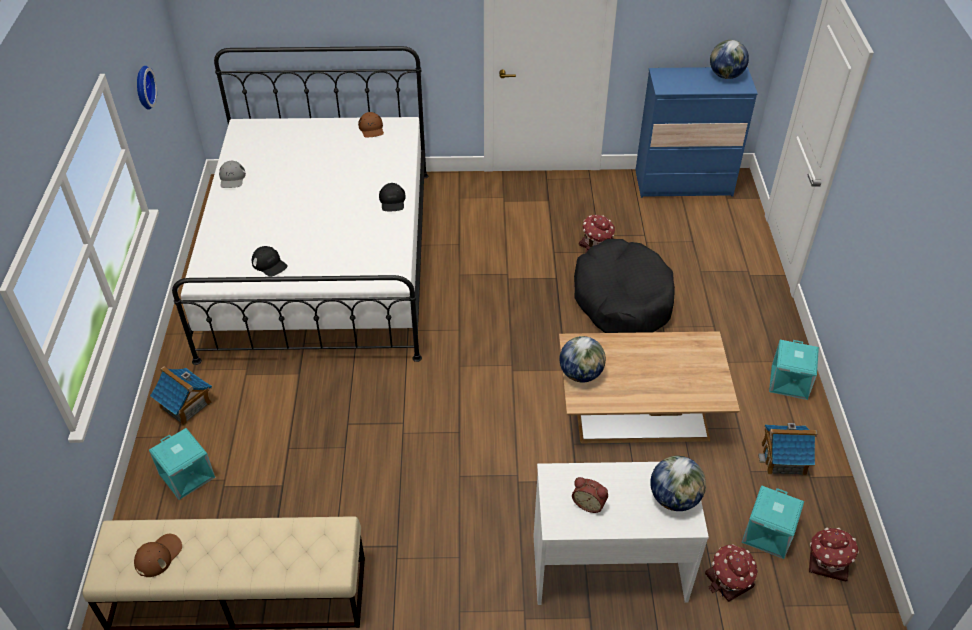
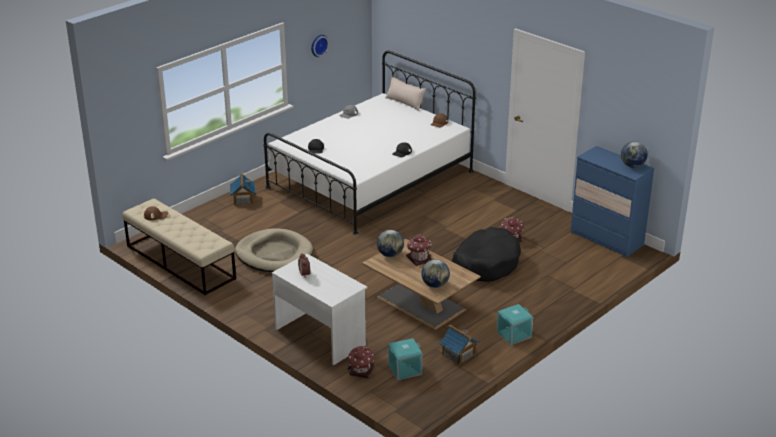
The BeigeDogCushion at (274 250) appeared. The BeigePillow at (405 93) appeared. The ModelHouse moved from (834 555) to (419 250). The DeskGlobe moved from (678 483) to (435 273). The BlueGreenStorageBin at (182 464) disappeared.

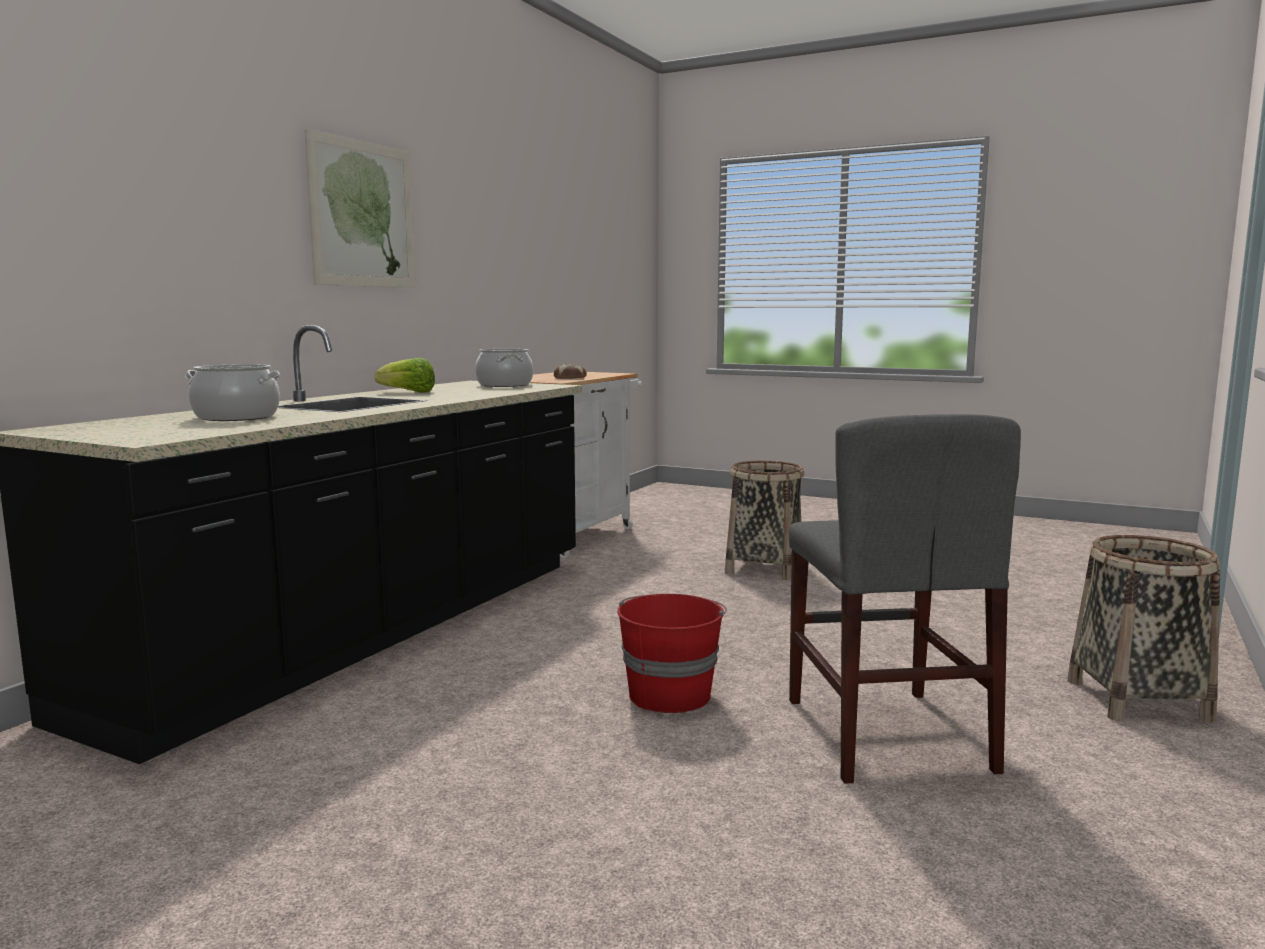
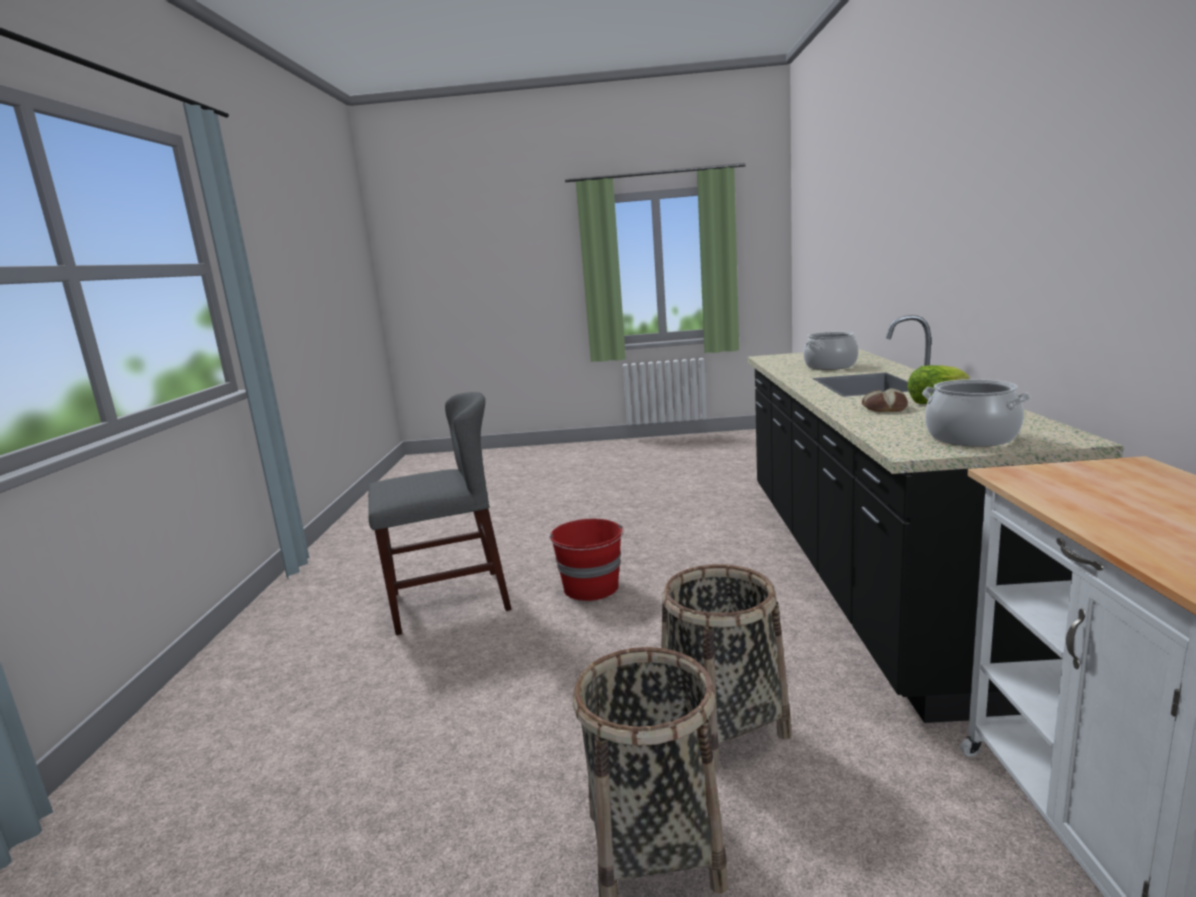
The GreyChair at (905 599) turned 105 degrees clockwise. The StorageBasket moved from (1143 628) to (726 667). The BakeryBread moved from (570 371) to (885 400). The Picture at (359 208) disappeared.

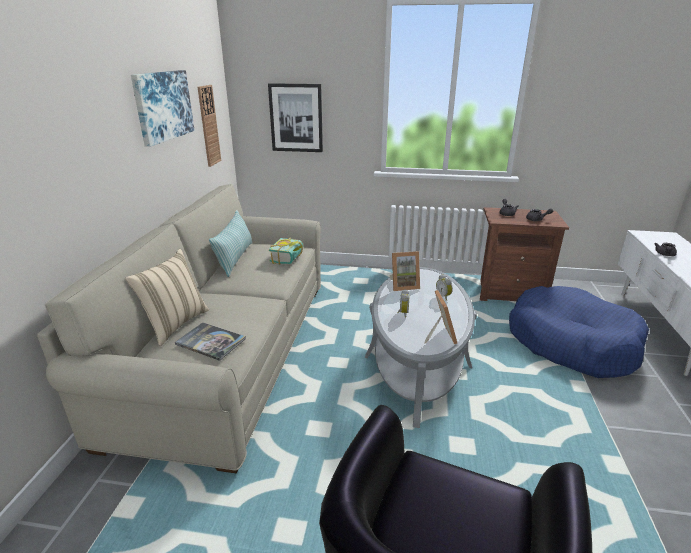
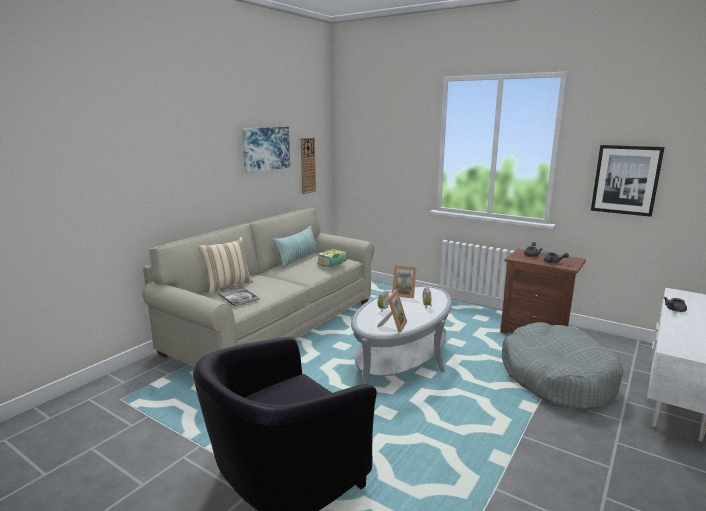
The BluishDogCushion at (579 332) became the GreyDogCushion at (562 366). The Picture moved from (295 117) to (628 181).

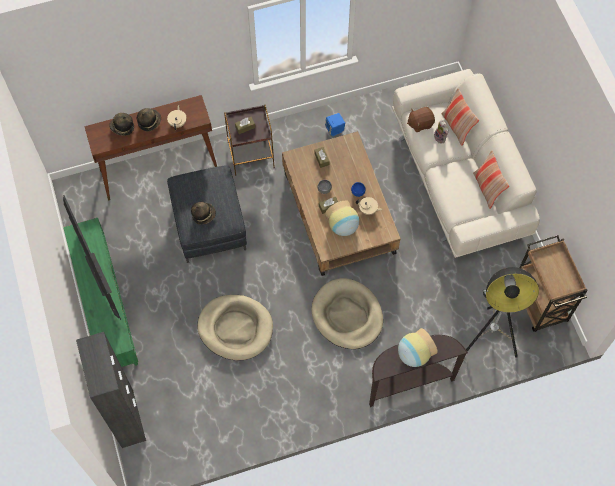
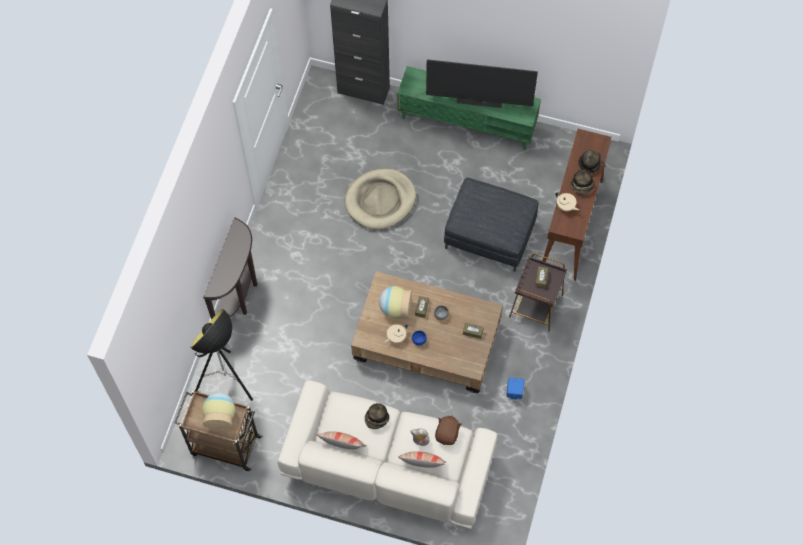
The FlowerVase moved from (418 347) to (218 411). The WearableHat moved from (203 213) to (377 416). The BeigeDogCushion at (347 313) disappeared.

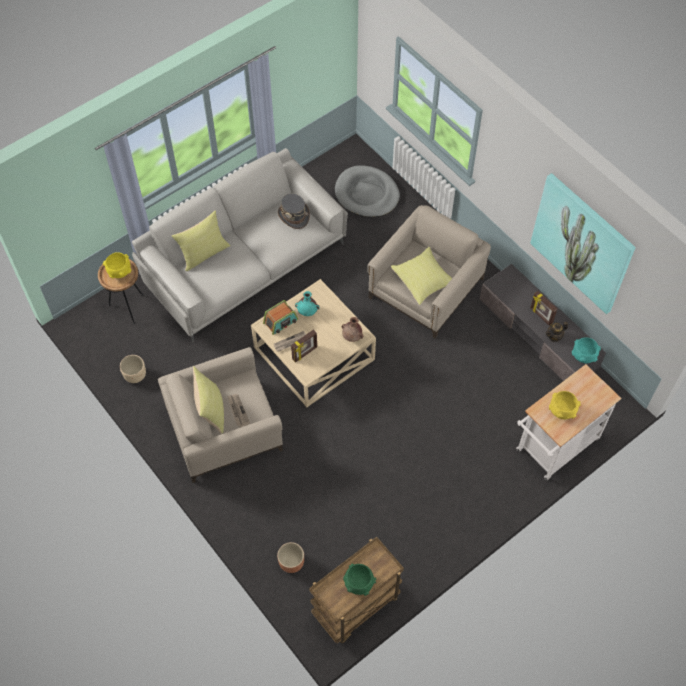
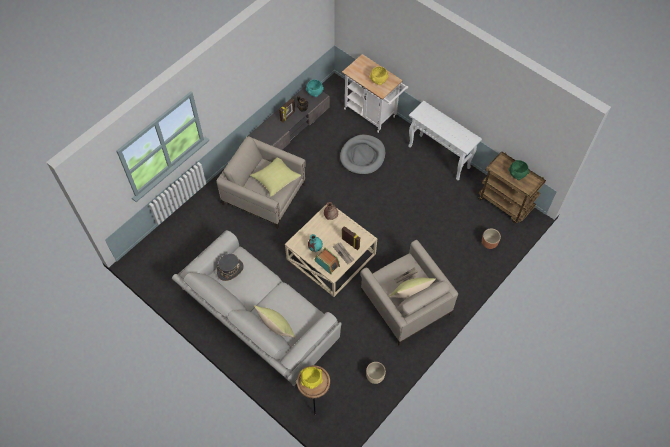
The GreyDogCushion moved from (367 191) to (362 154). The WhiteColouredHallTable at (445 140) appeared. The Picture at (583 243) disappeared.

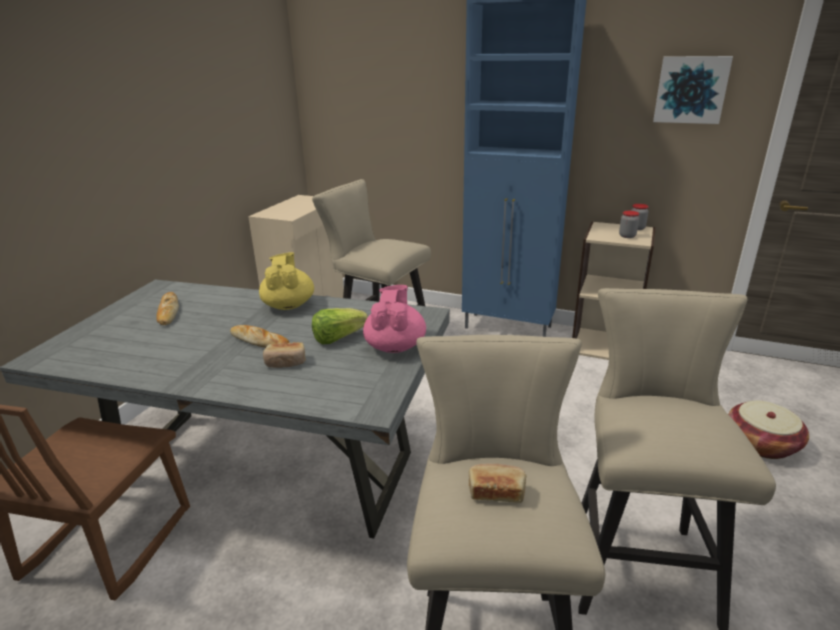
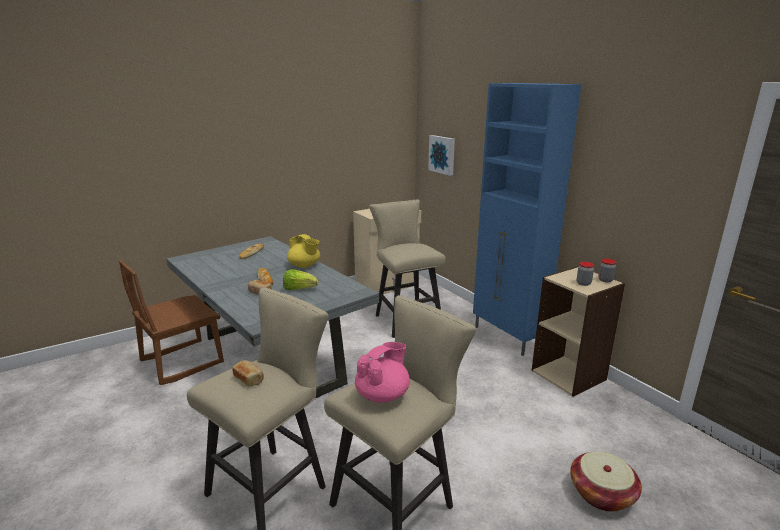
The YellowColouredTeaPot at (286 281) turned 105 degrees clockwise. The PinkTeaPot moved from (394 319) to (382 372). The Picture moved from (693 90) to (441 155).

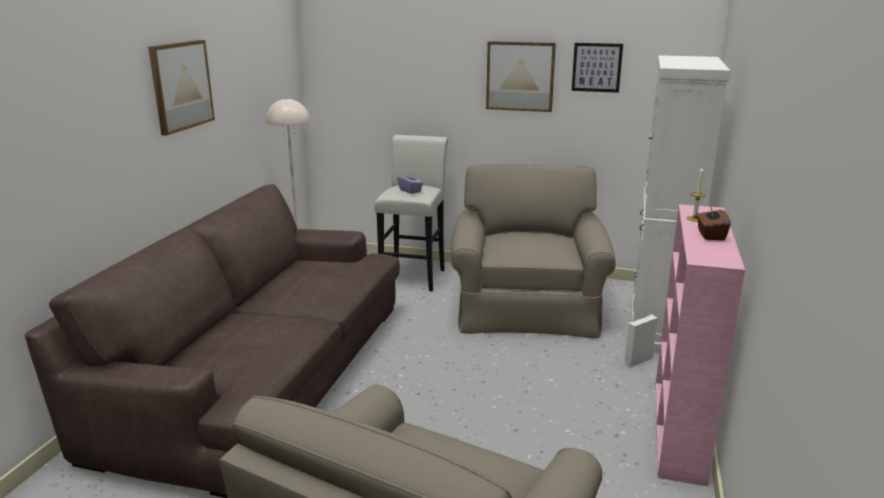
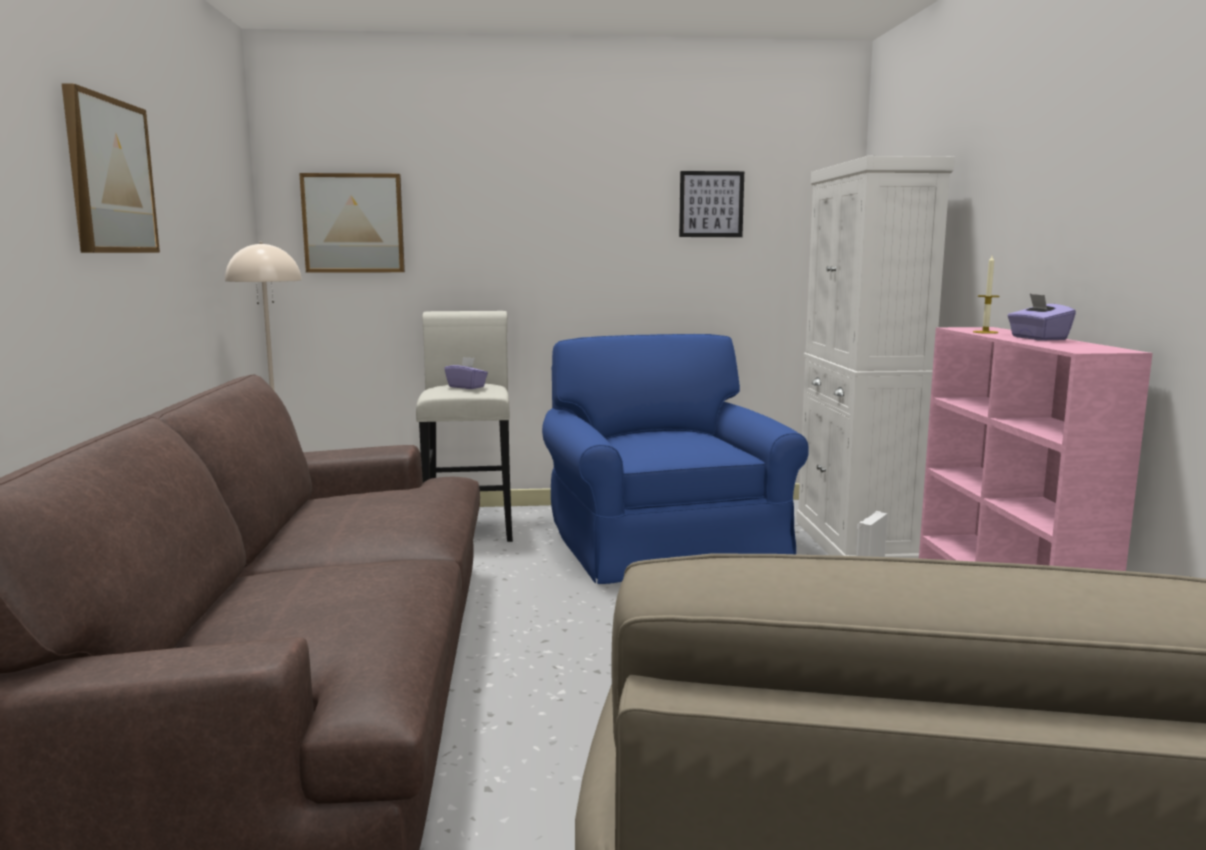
The Picture moved from (521 76) to (352 223). The BeigeArmchair at (533 251) became the BluishArmchair at (675 459). The BrownishTissueHolder at (714 223) became the PurplishTissueHolder at (1042 317).

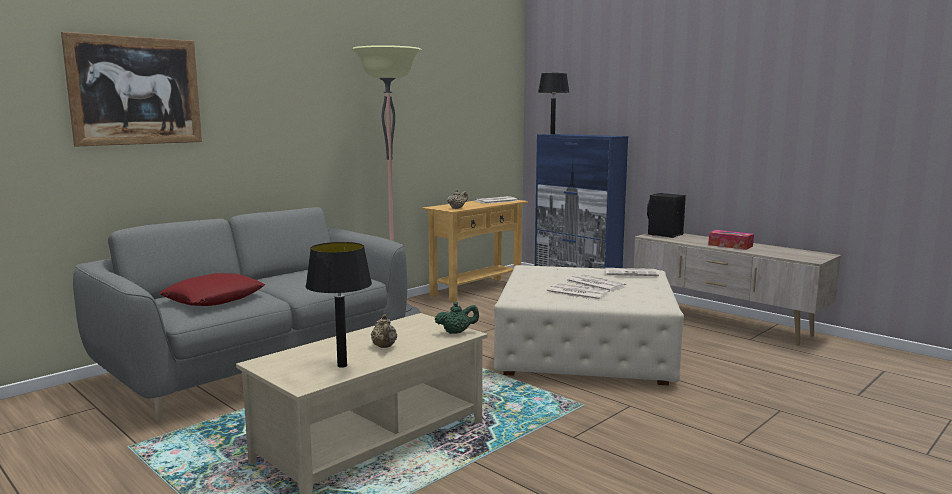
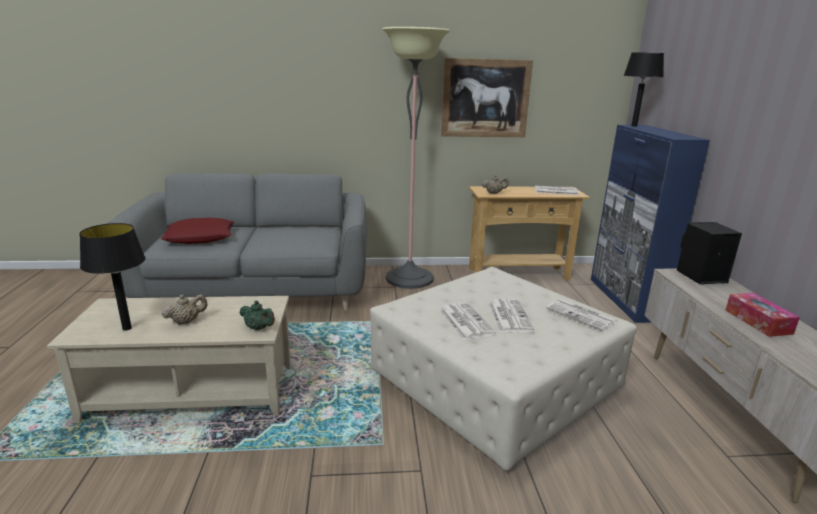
The BeigeTeaPot at (384 331) turned 150 degrees counterclockwise. The Picture moved from (131 89) to (487 97).

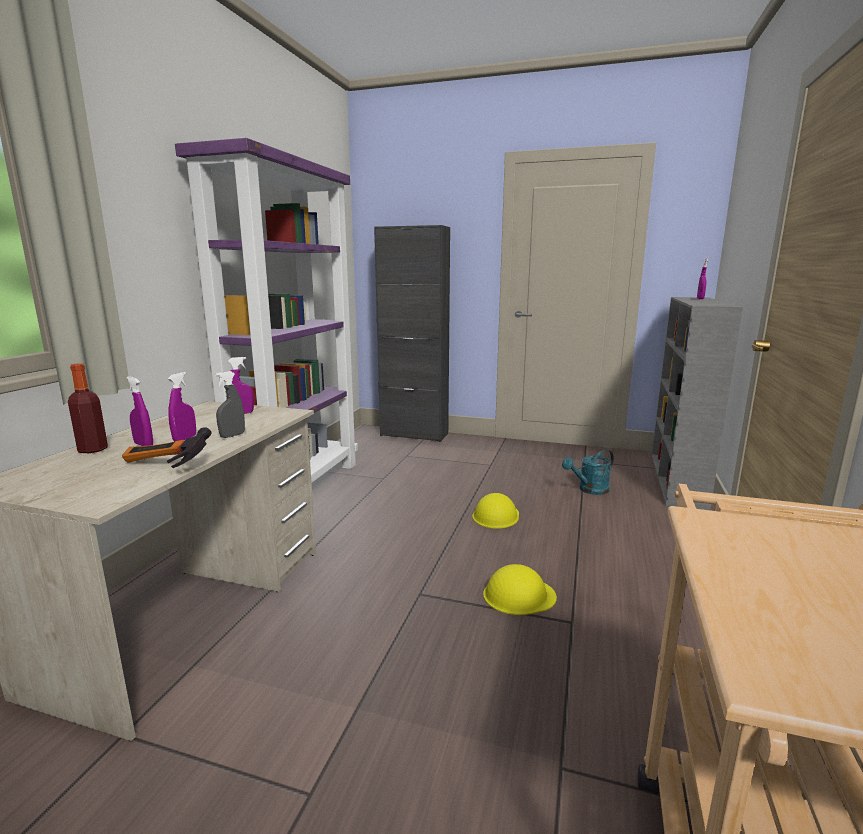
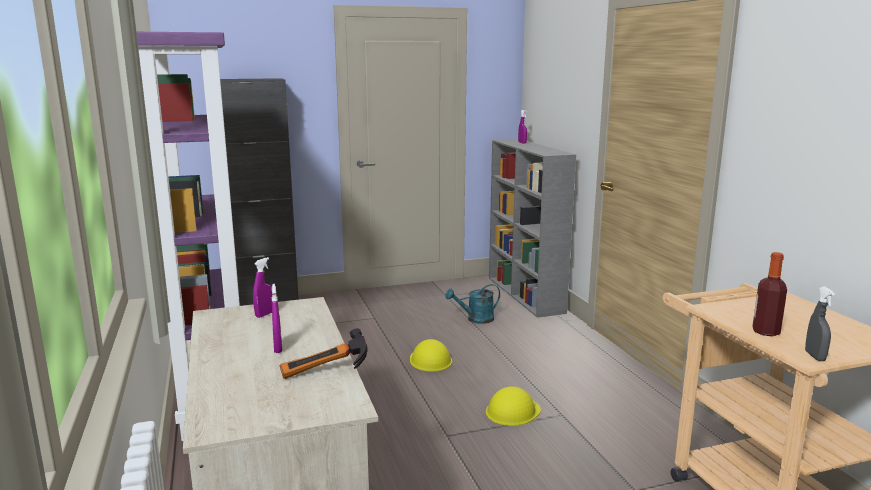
The BlueGreenWateringCan at (588 472) turned 45 degrees clockwise. The Bottle moved from (88 408) to (769 294). The GreySprayBottle moved from (230 404) to (820 323). The PurplishSprayBottle at (139 411) disappeared.

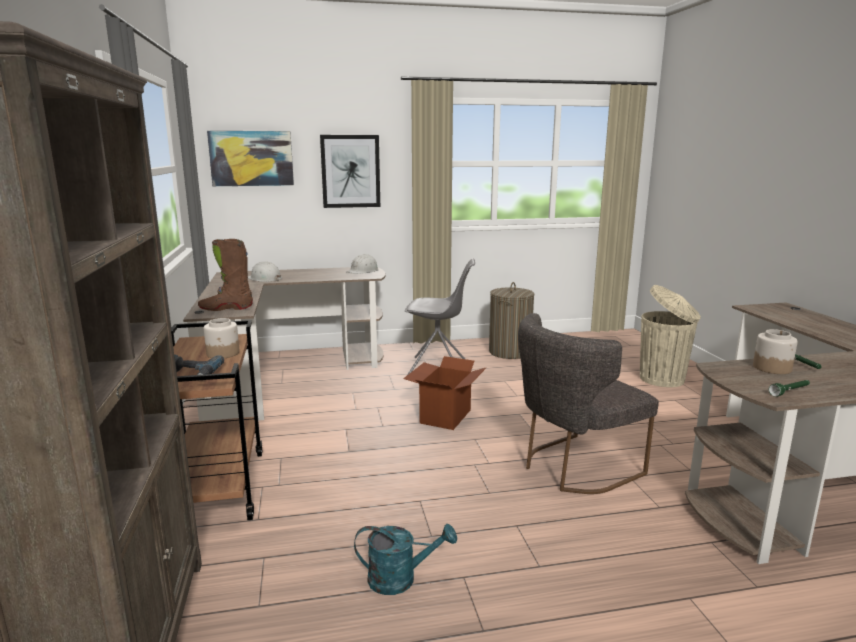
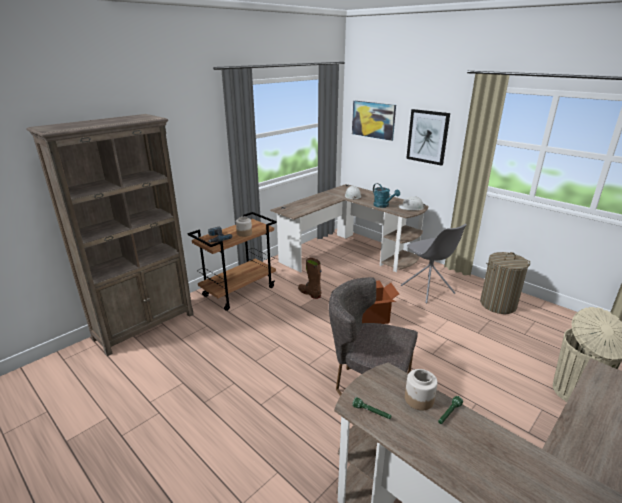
The BrownishHighTopBoot moved from (225 275) to (310 278). The BlueGreenWateringCan moved from (405 559) to (386 195).

